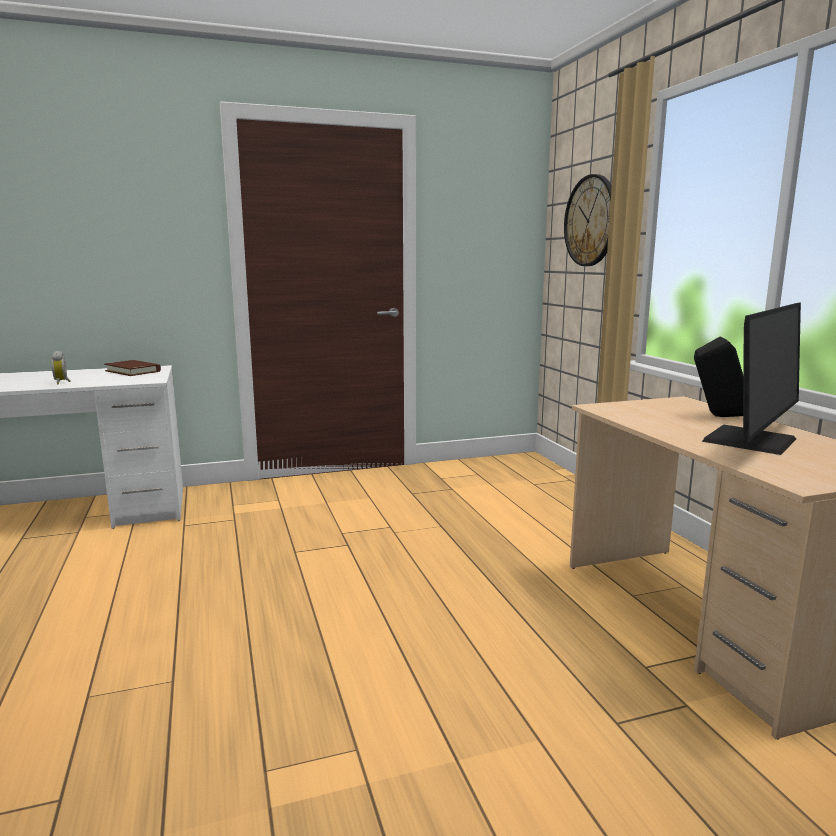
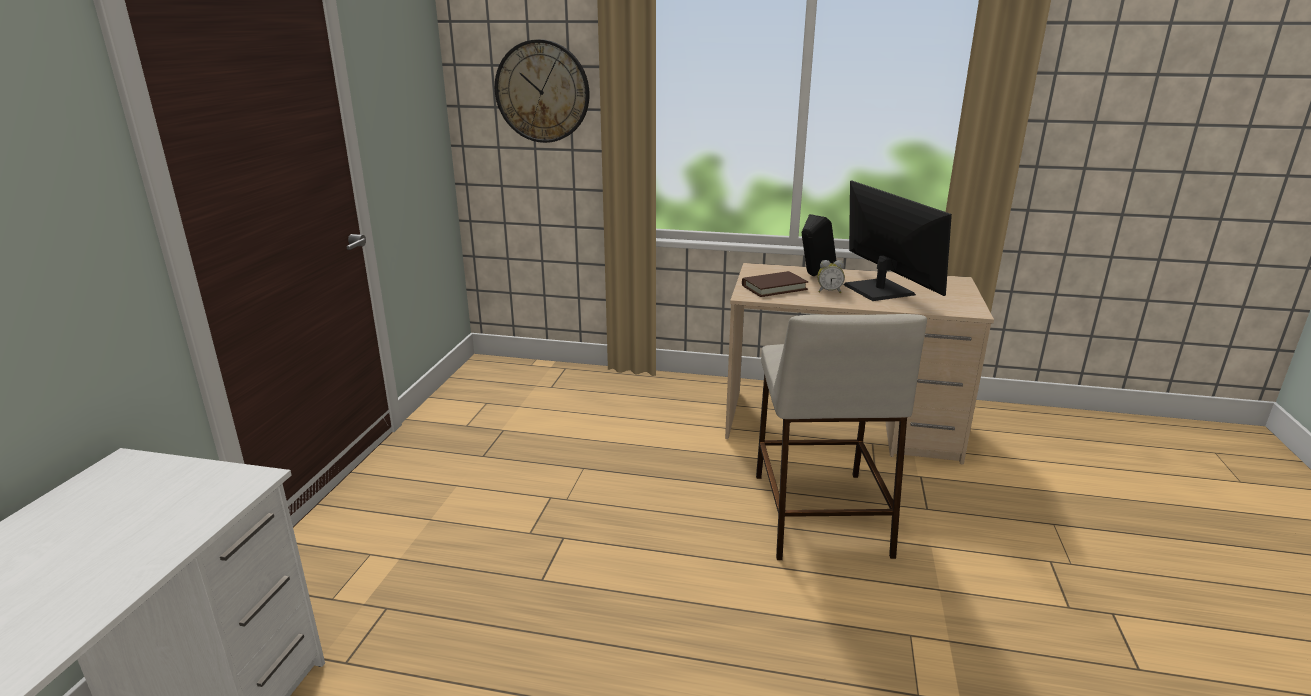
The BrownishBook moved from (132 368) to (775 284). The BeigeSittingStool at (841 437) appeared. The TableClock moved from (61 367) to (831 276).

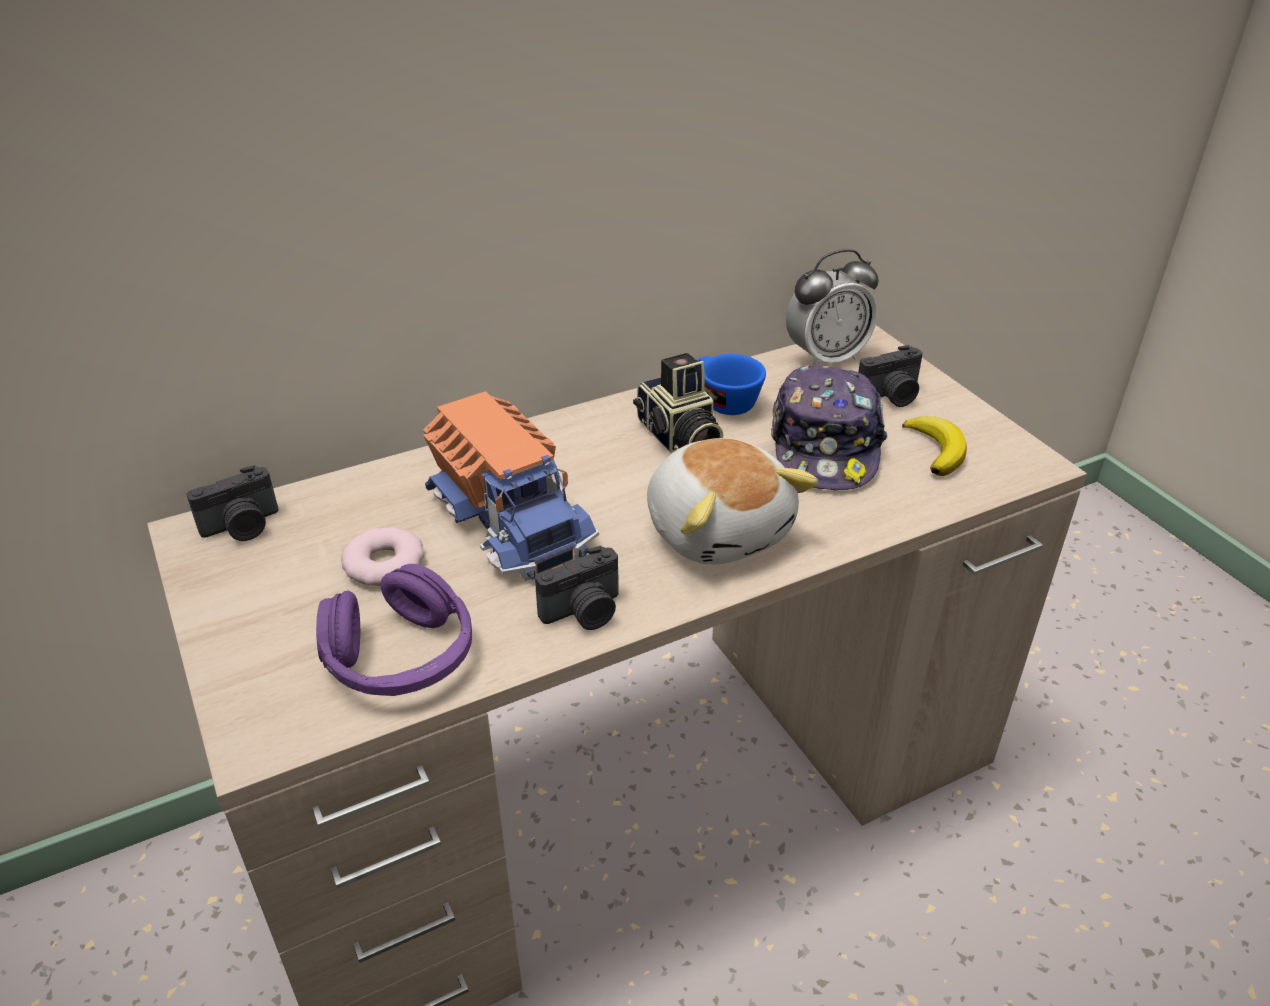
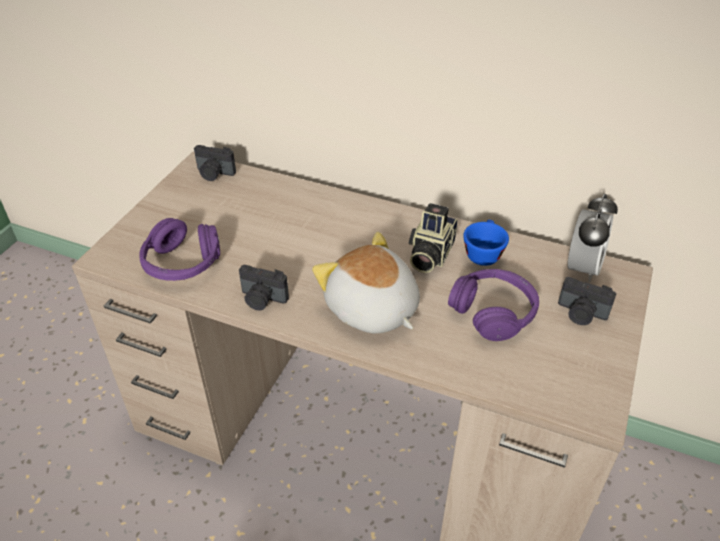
The PlushToy at (732 501) turned 120 degrees clockwise. The PeakedCap at (829 427) was replaced by the PurplishHeadset at (493 305). The TableClock at (832 307) turned 90 degrees counterclockwise. The RingDoughnut at (382 556) disappeared. The ToyTruck at (511 486) disappeared. The WholeBanana at (934 446) disappeared.

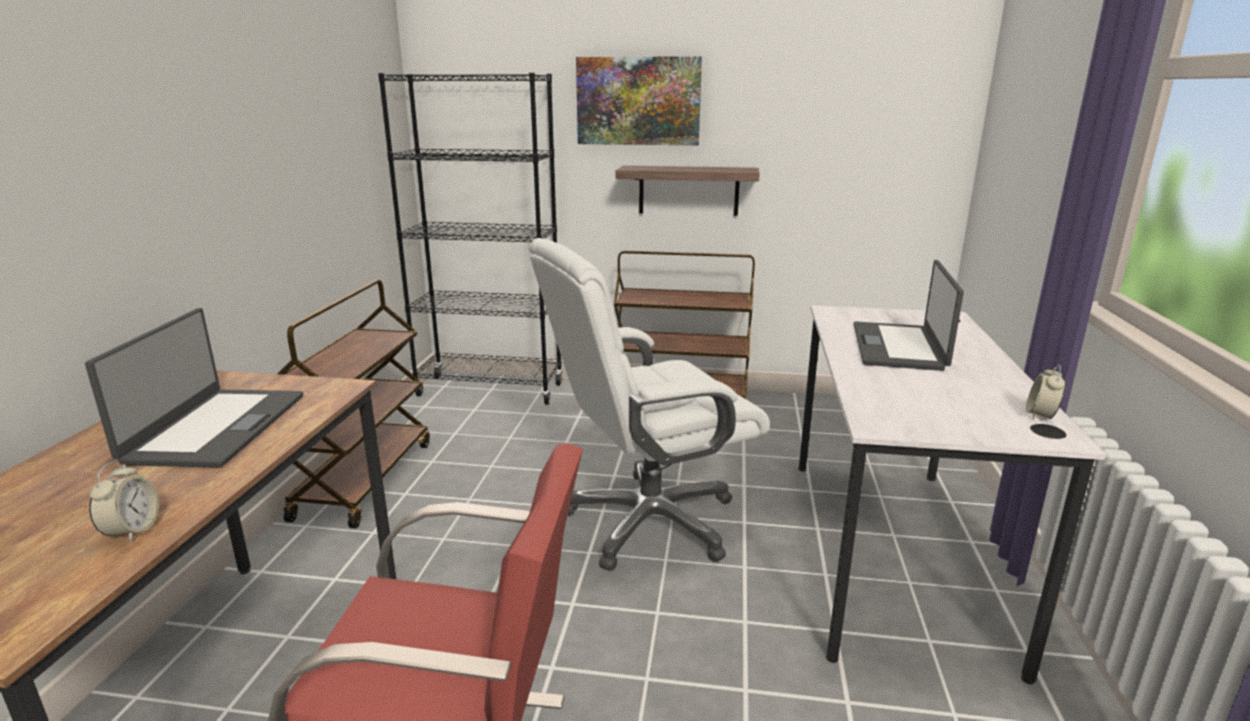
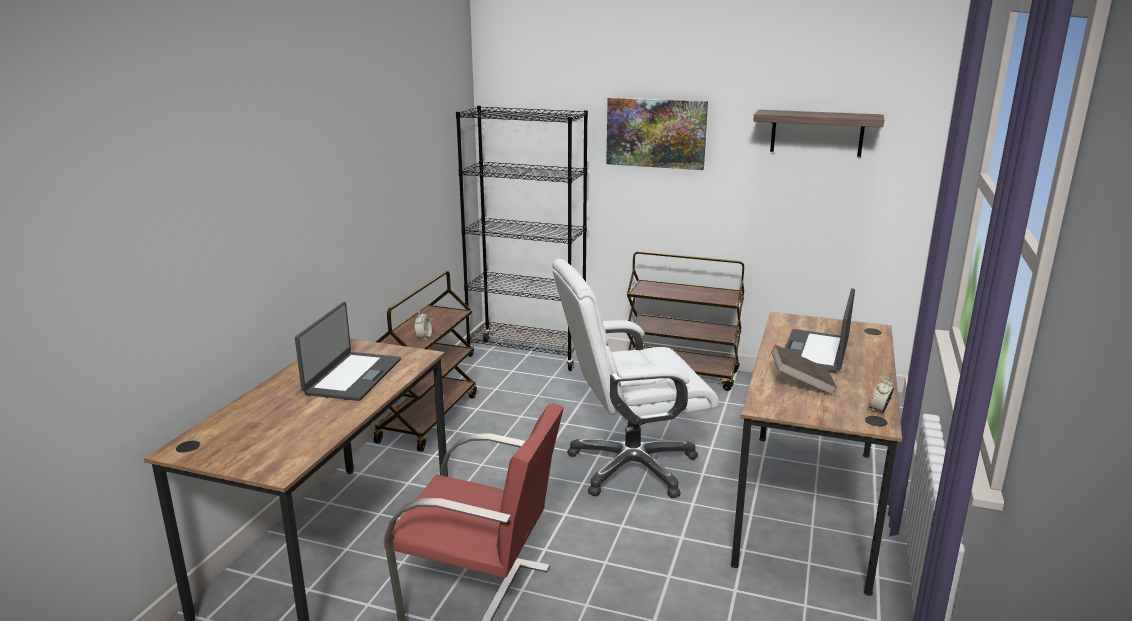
The TableClock moved from (124 501) to (423 326). The WhiteColouredDeskUnit at (952 494) became the BrownishDeskUnit at (816 454). The WallShelf moved from (688 191) to (818 133). The BrownishBook at (804 370) appeared.

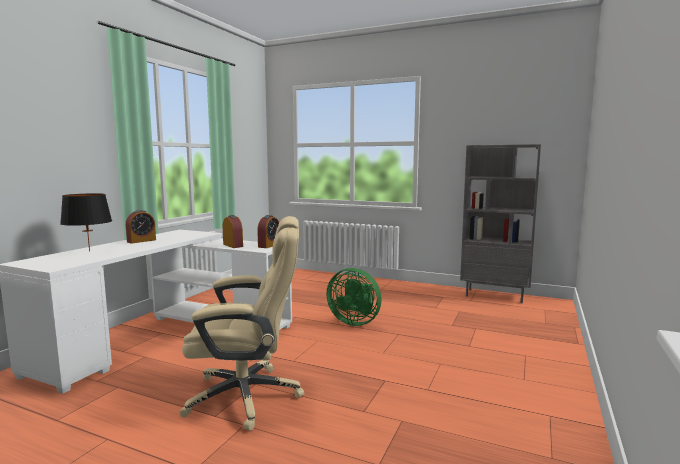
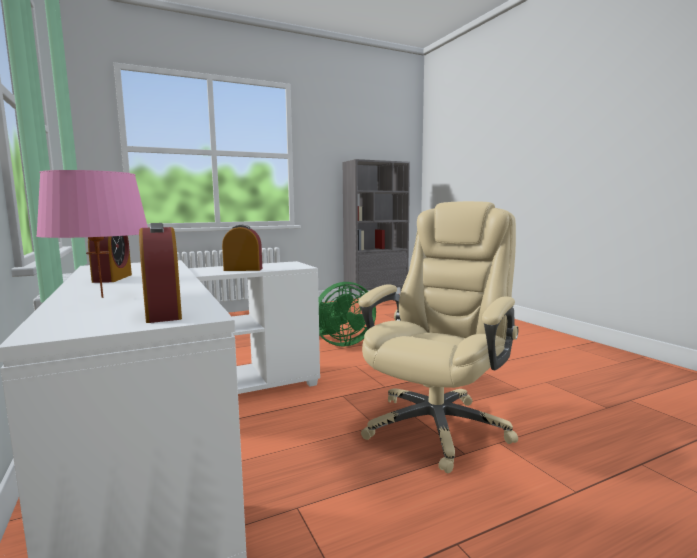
The BlackColouredTabletopLamp at (86 222) became the PinkTabletopLamp at (92 234). The TableClock moved from (268 231) to (160 273).

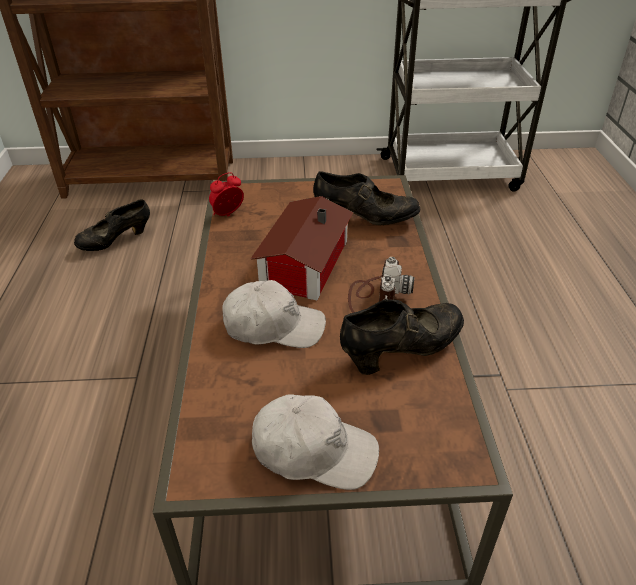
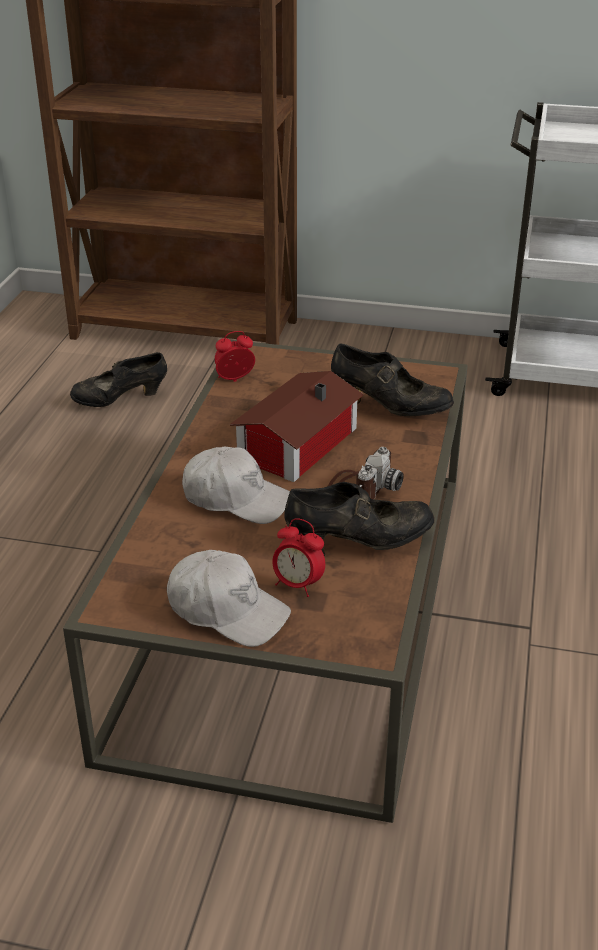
The TableClock at (298 557) appeared.

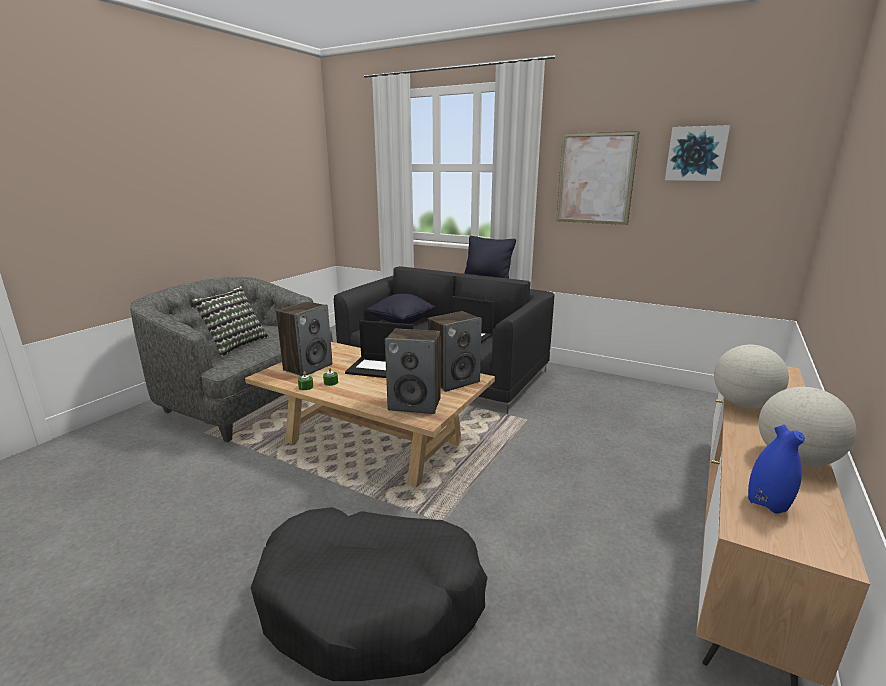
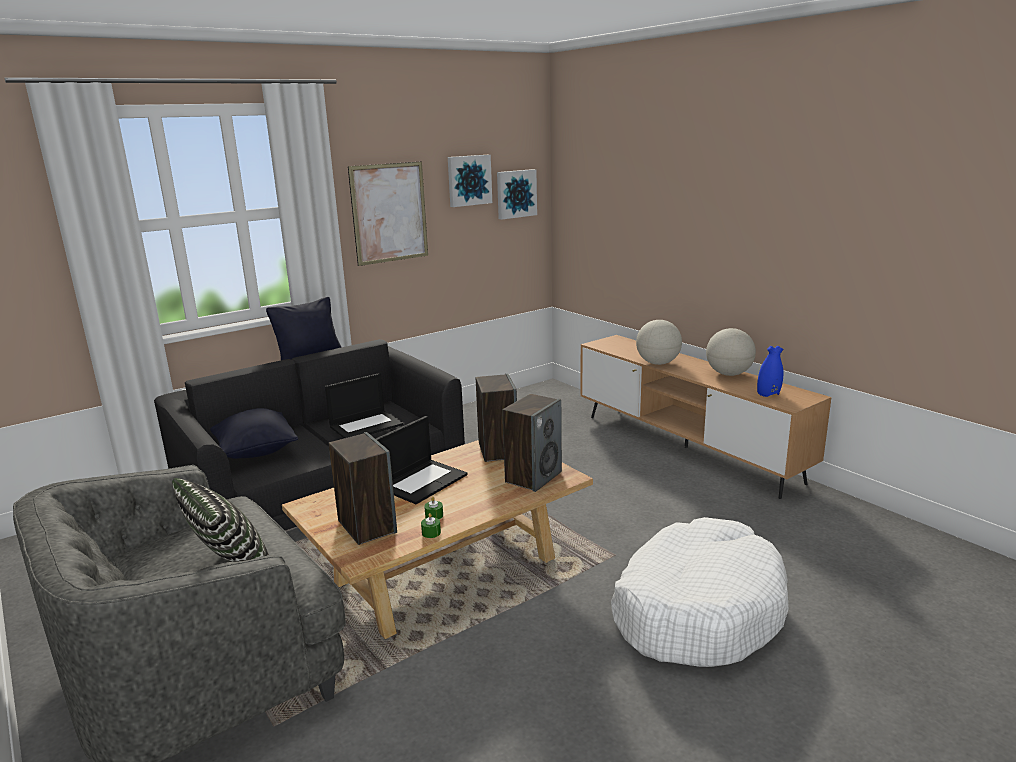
The Picture at (517 194) appeared. The BlackColouredDogCushion at (369 594) became the WhiteColouredDogCushion at (700 592).

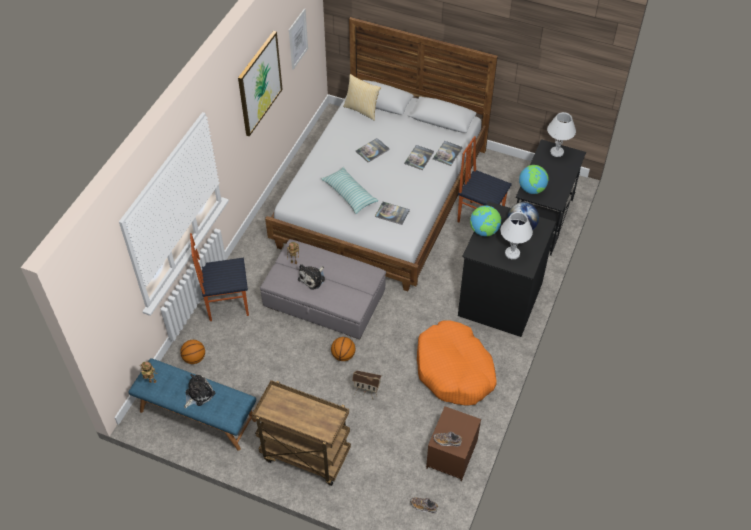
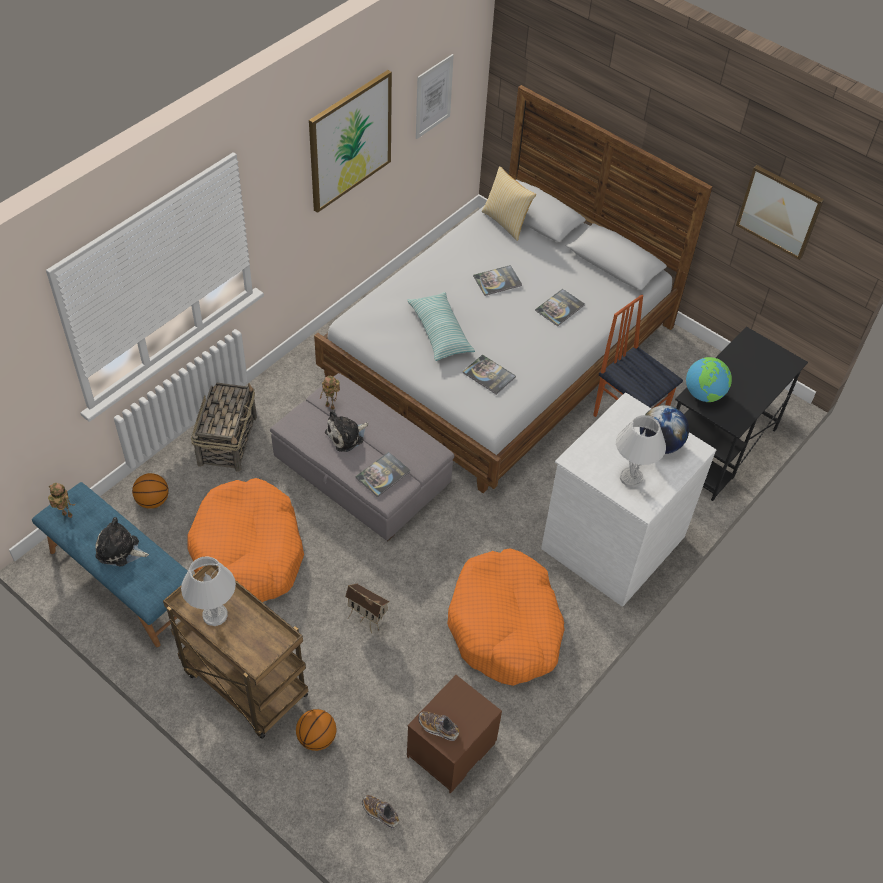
The PlushToy at (199 391) turned 135 degrees counterclockwise. The WhiteColouredTabletopLamp moved from (561 134) to (208 591). The OrangeColouredDogCushion at (246 540) appeared. The Chair at (219 277) was replaced by the StorageBasket at (224 427). The BasketballBall moved from (343 349) to (316 730). The Book moved from (447 153) to (383 474). The BlackColouredDresser at (507 269) became the WhiteColouredDresser at (628 499). The Picture at (780 212) appeared. The DeskGlobe at (485 221) disappeared.

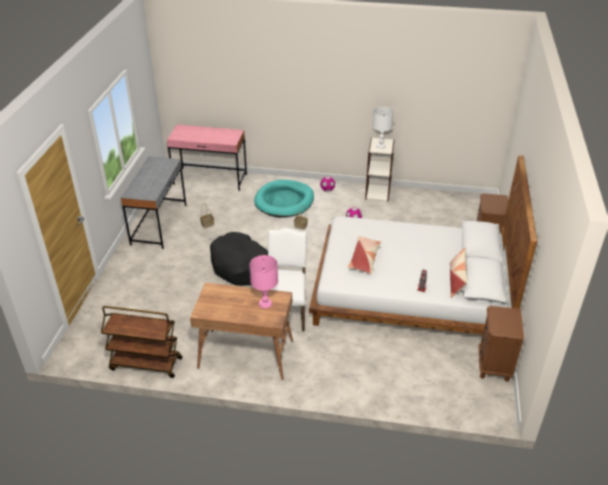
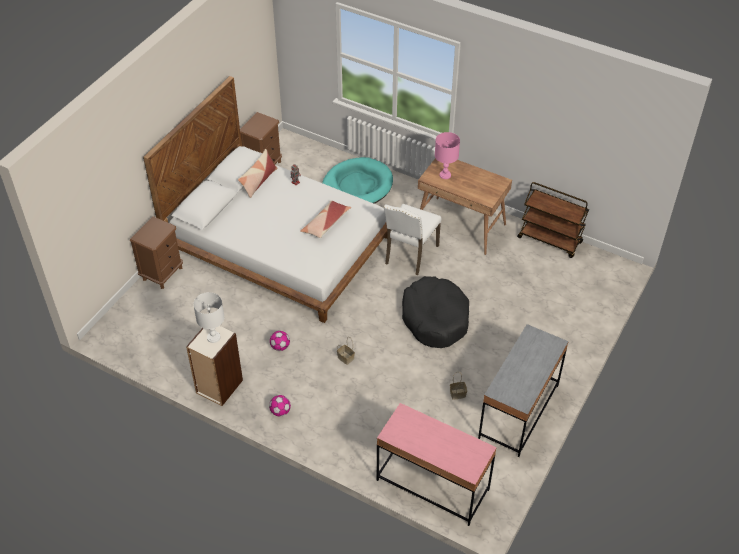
The BlueGreenDogCushion moved from (284 198) to (357 180).

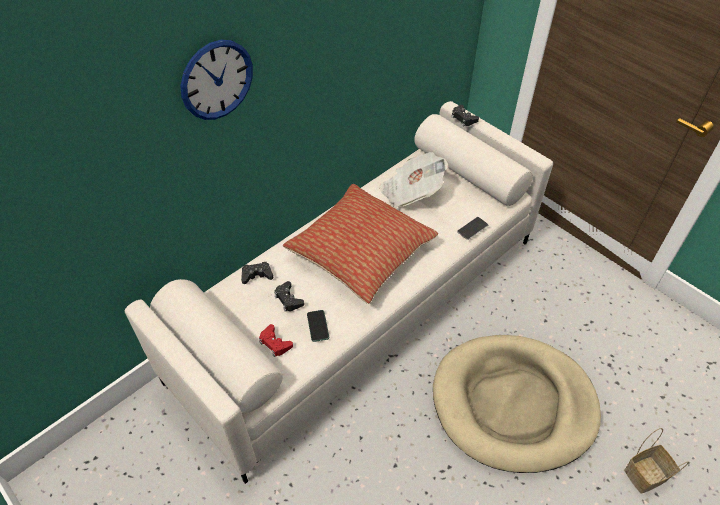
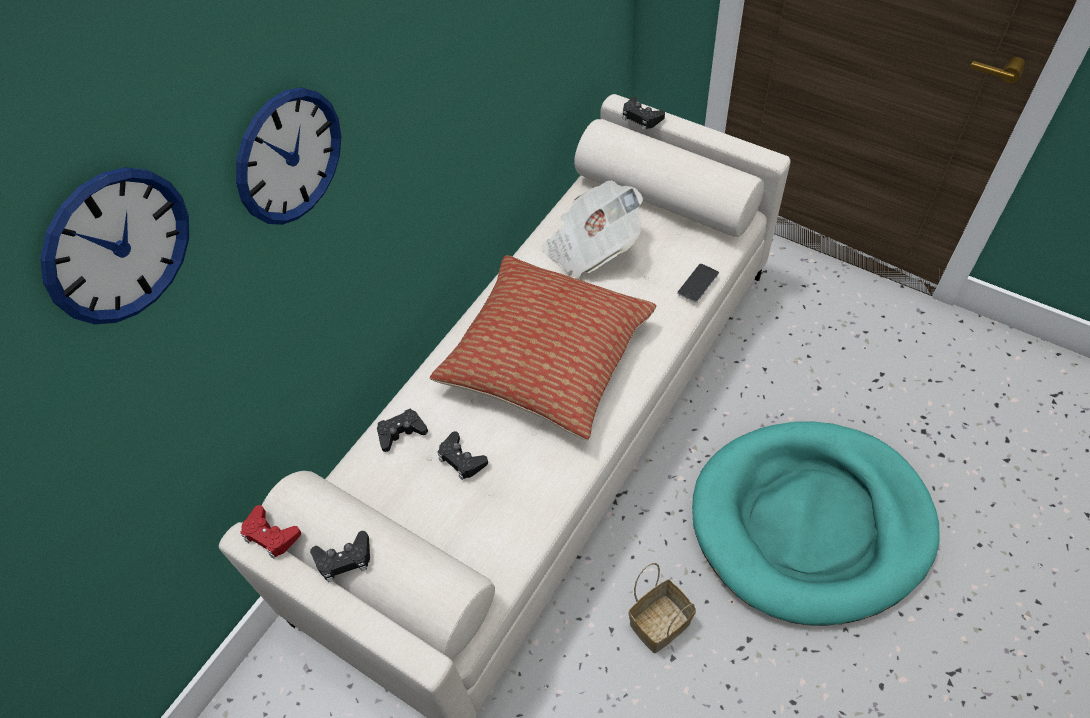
The HangingClock at (114 245) appeared. The RedGameController moved from (276 340) to (270 532). The BlackColouredGameController at (340 556) appeared. The StorageBasket moved from (656 461) to (662 608). The BeigeDogCushion at (517 404) became the BlueGreenDogCushion at (816 523). The Handset at (318 326) disappeared.

